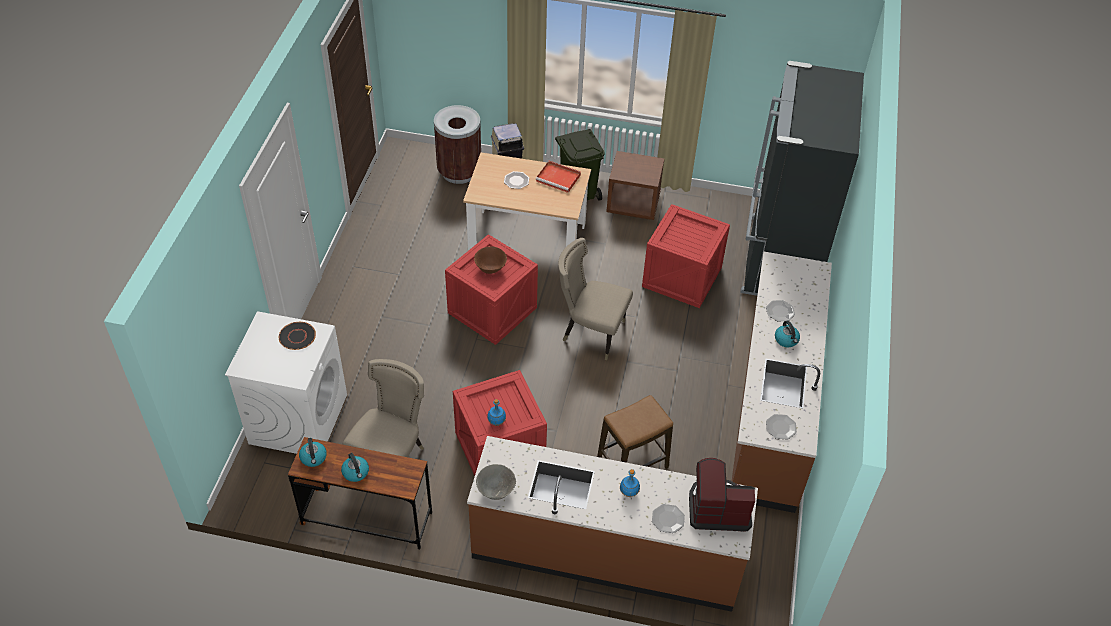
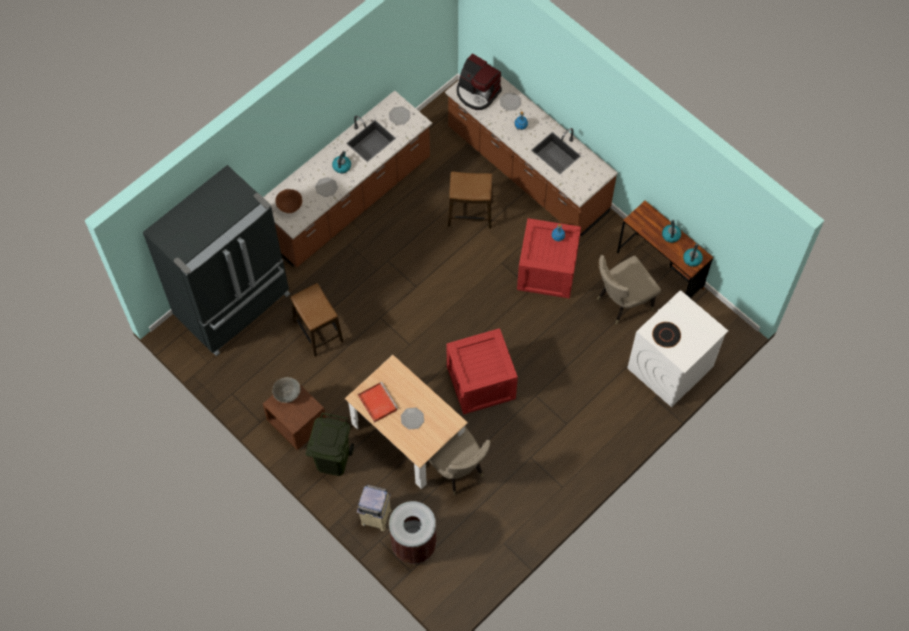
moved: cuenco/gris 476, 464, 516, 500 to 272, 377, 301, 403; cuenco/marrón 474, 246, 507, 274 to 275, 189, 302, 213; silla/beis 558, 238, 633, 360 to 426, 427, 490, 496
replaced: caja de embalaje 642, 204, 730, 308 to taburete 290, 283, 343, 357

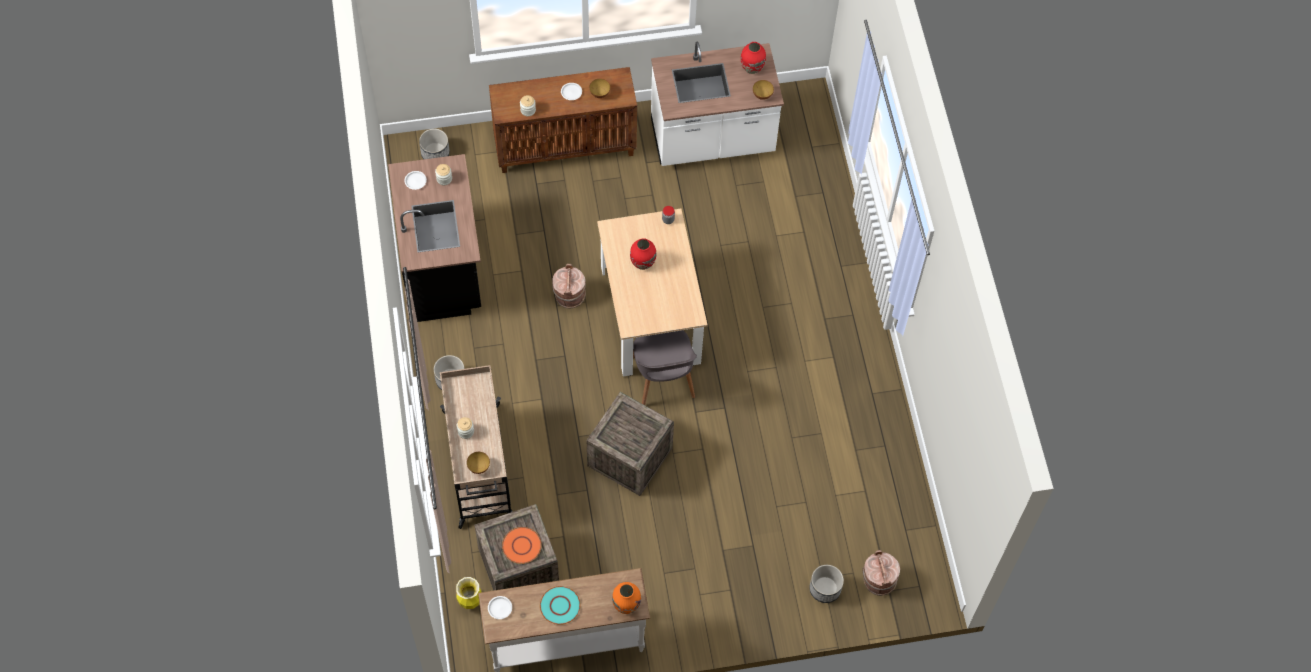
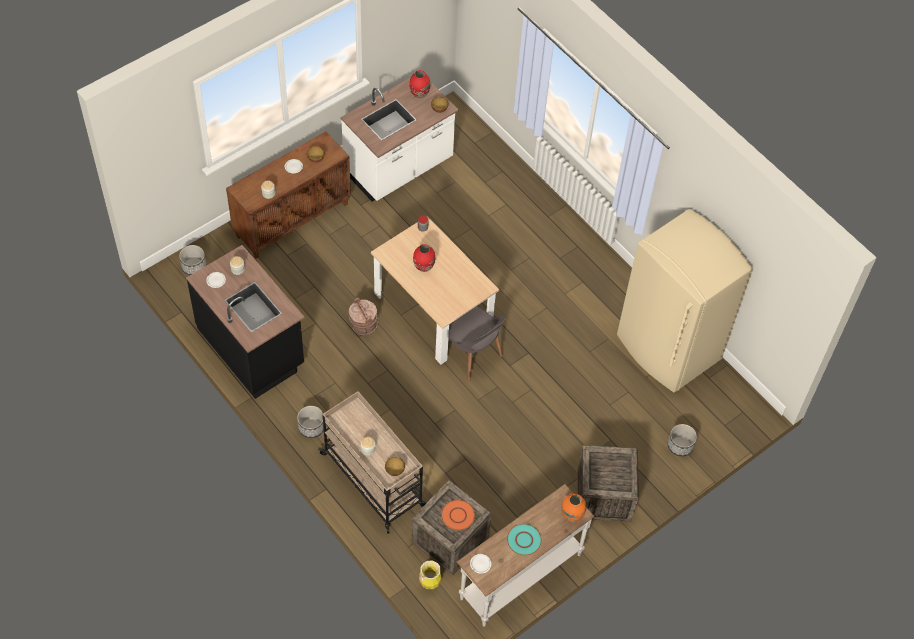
removed: cubo/marrón 863, 550, 900, 596
added: nevera/beis 617, 209, 753, 393
moved: caja de embalaje 586, 392, 674, 496 to 577, 445, 639, 522

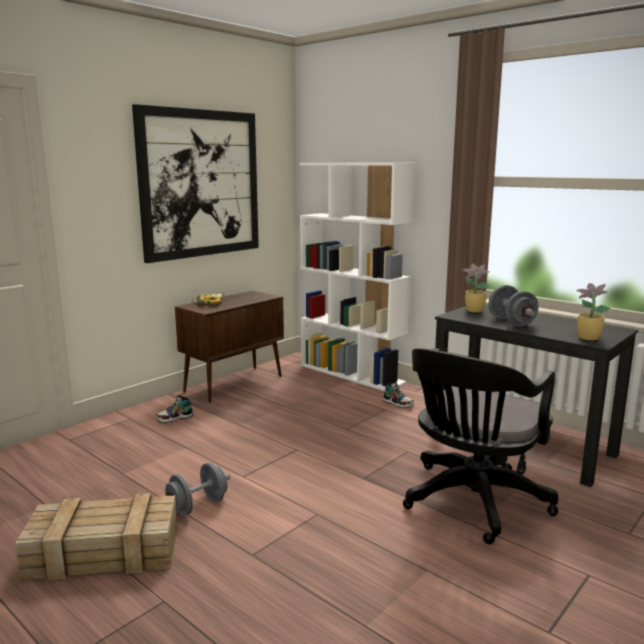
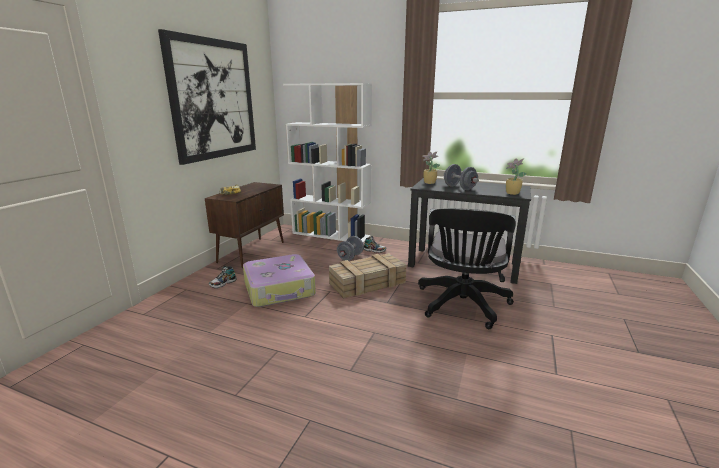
added: maleta 243, 254, 316, 307
moved: caja de embalaje 15, 494, 177, 580 to 329, 253, 407, 298; mancuerna/gris 165, 462, 230, 516 to 337, 236, 364, 261

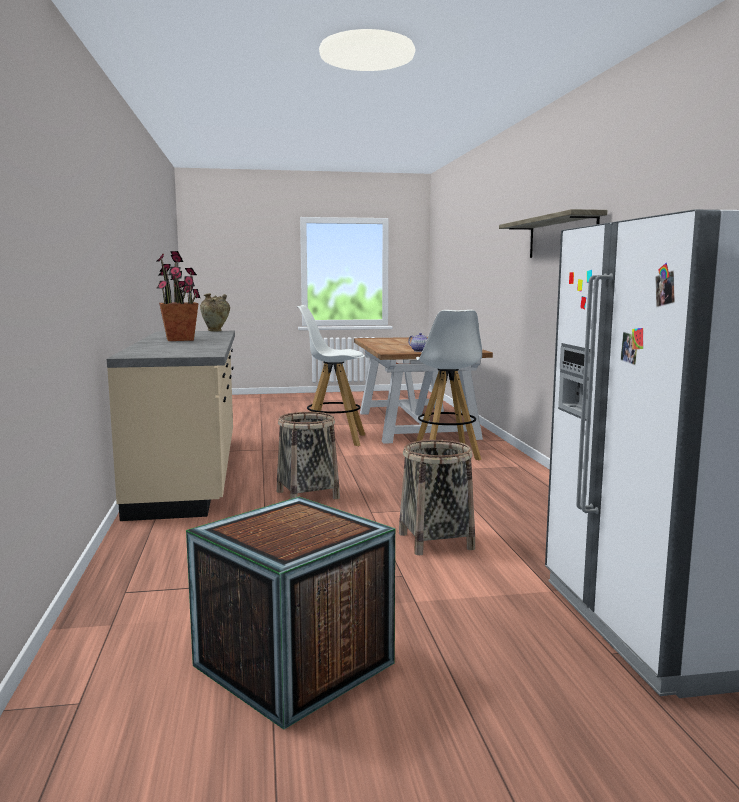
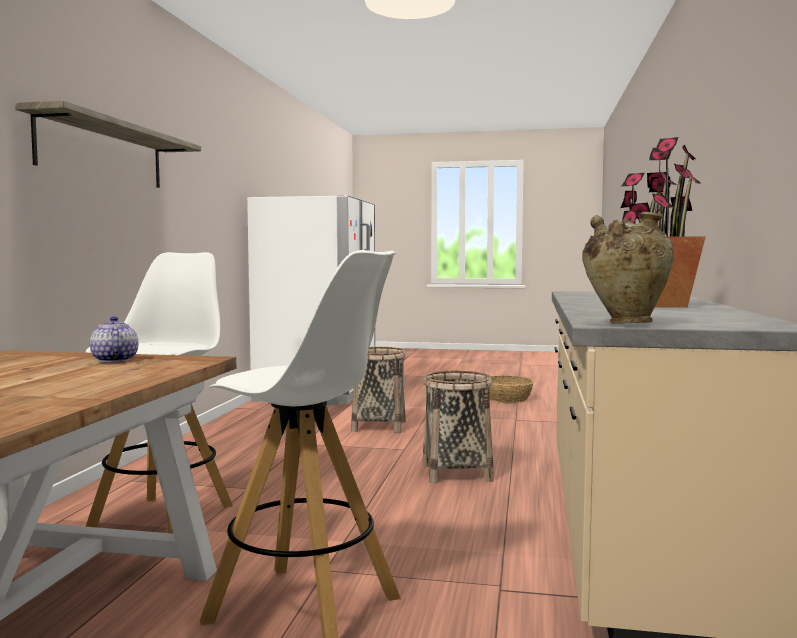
replaced: caja de embalaje 186, 497, 395, 730 to cesta 489, 376, 534, 403

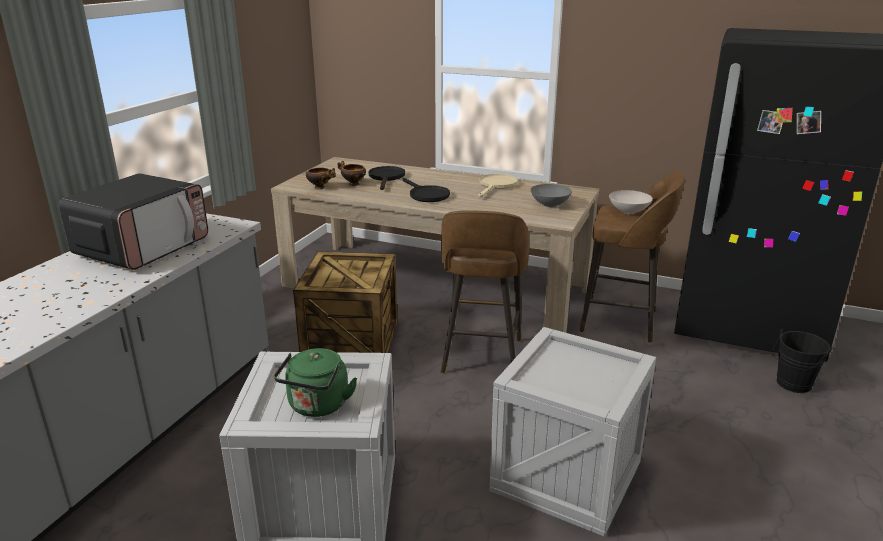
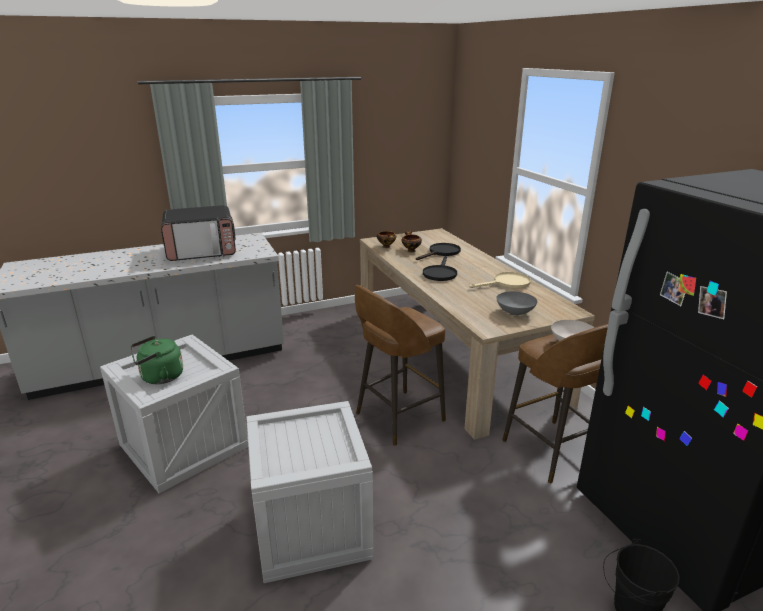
removed: caja de embalaje 293, 251, 397, 353

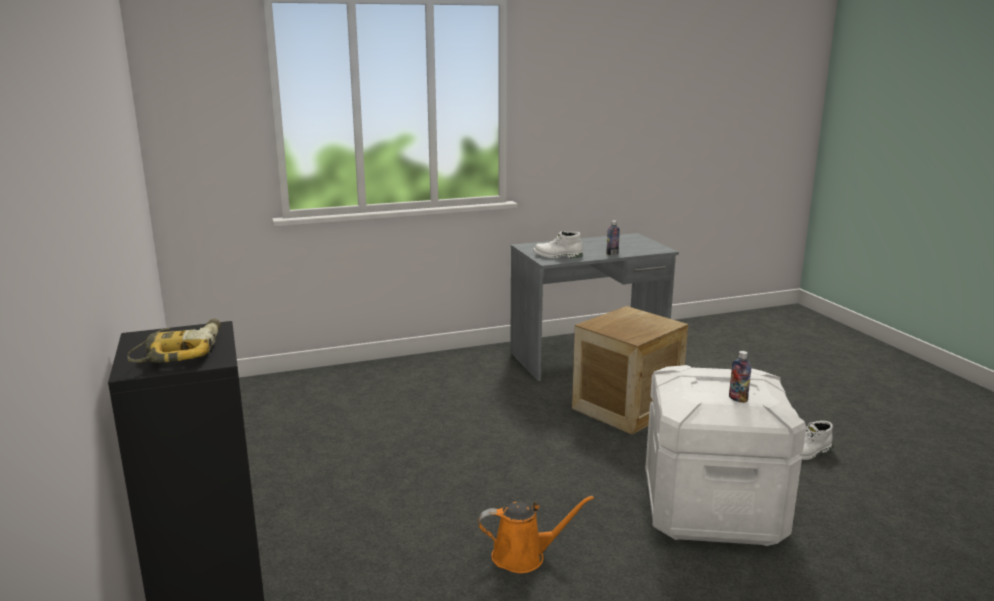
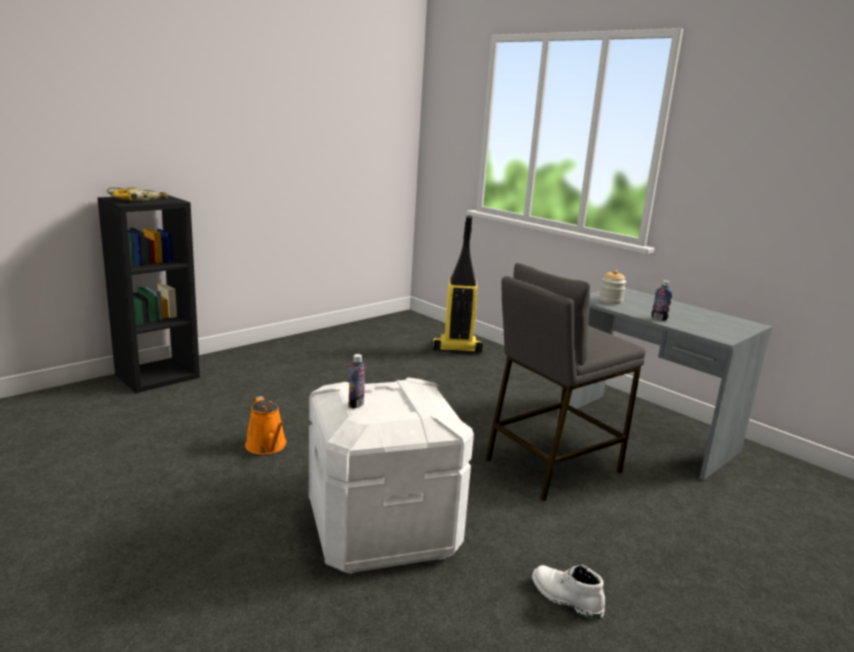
added: aspiradora 432, 215, 483, 353
replaced: caja de embalaje 572, 306, 688, 435 to taburete/gris 485, 263, 646, 501; bota/blanco 533, 231, 583, 258 to tarro 599, 270, 626, 304

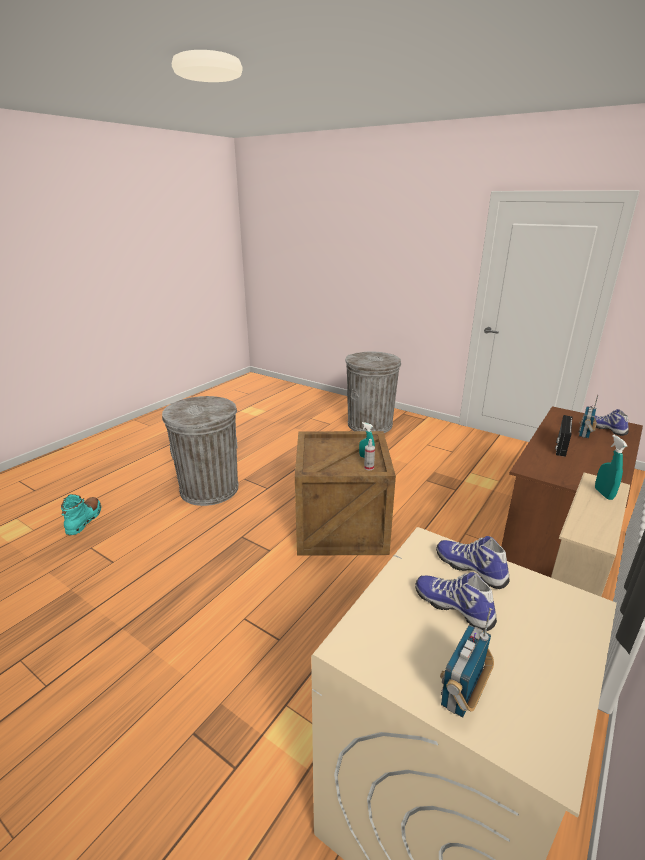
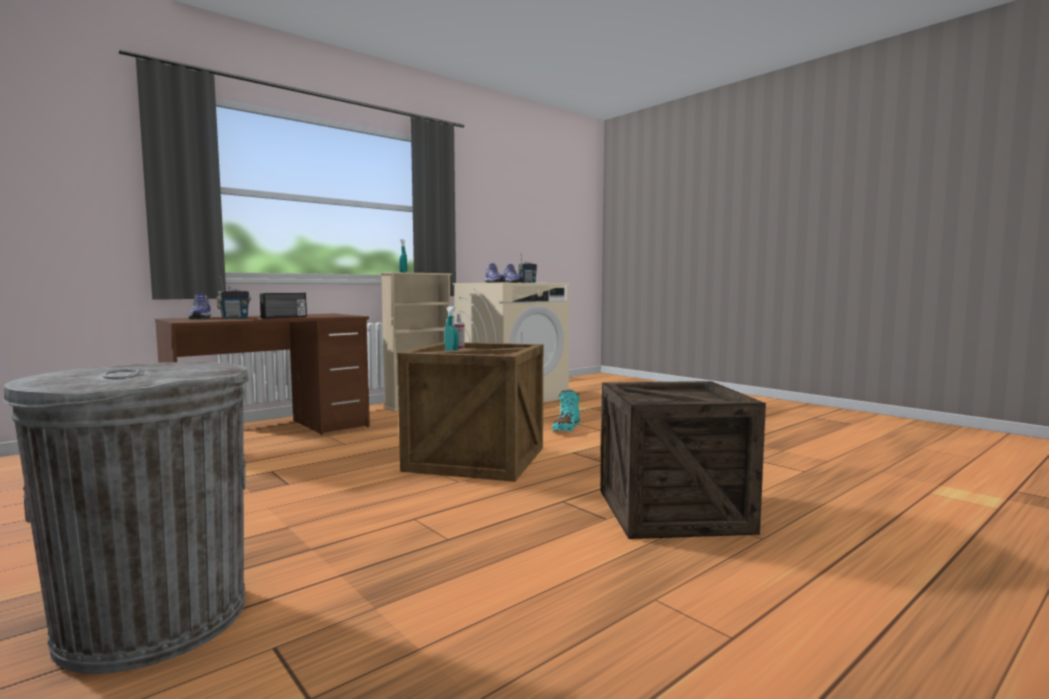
moved: bota/turquesa 61, 494, 101, 535 to 552, 390, 580, 432
replaced: papelera/gris 162, 396, 238, 506 to caja de embalaje 600, 381, 766, 539

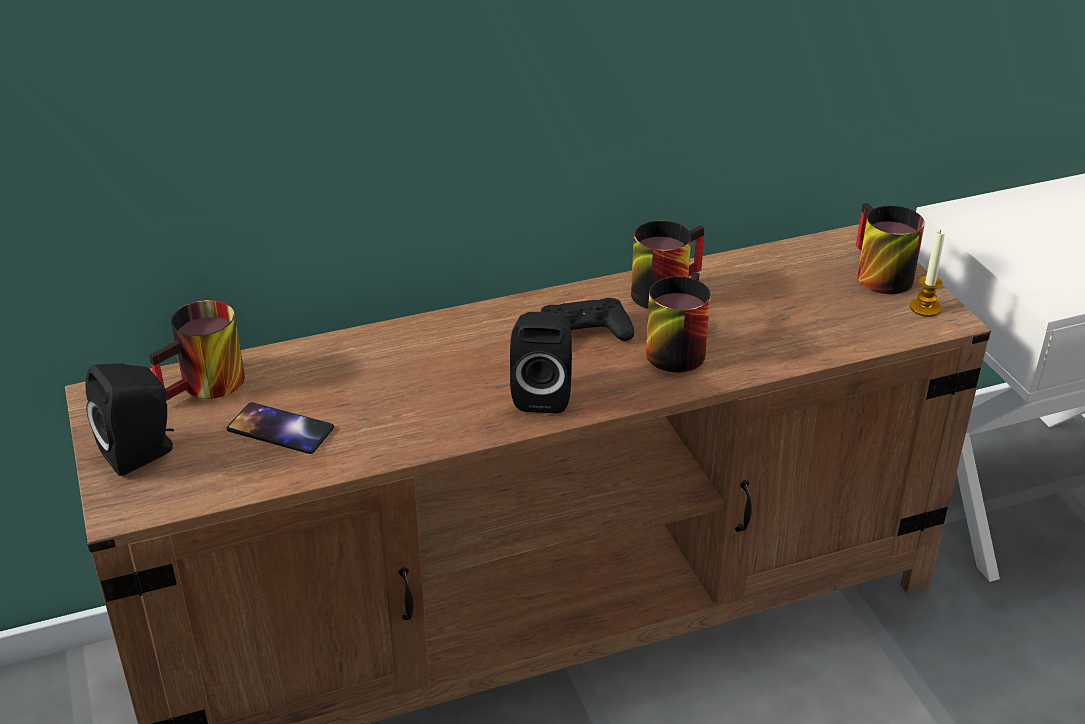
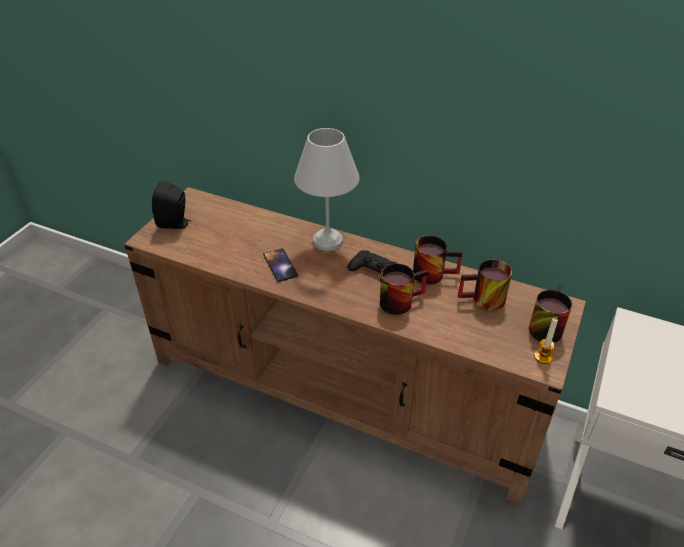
removed: altavoz/negro 510, 312, 572, 414
added: lámpara de mesa/blanco 294, 128, 360, 251
moved: móvil 227, 402, 334, 454 to 263, 248, 298, 282; taza grande 149, 300, 245, 401 to 458, 259, 512, 310

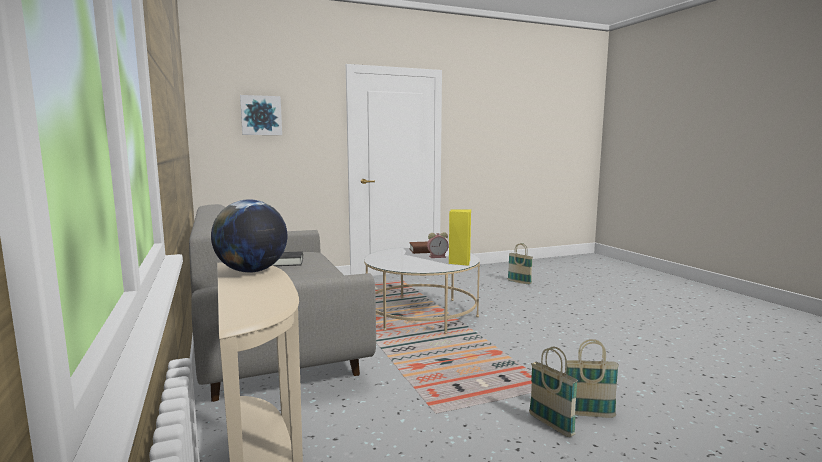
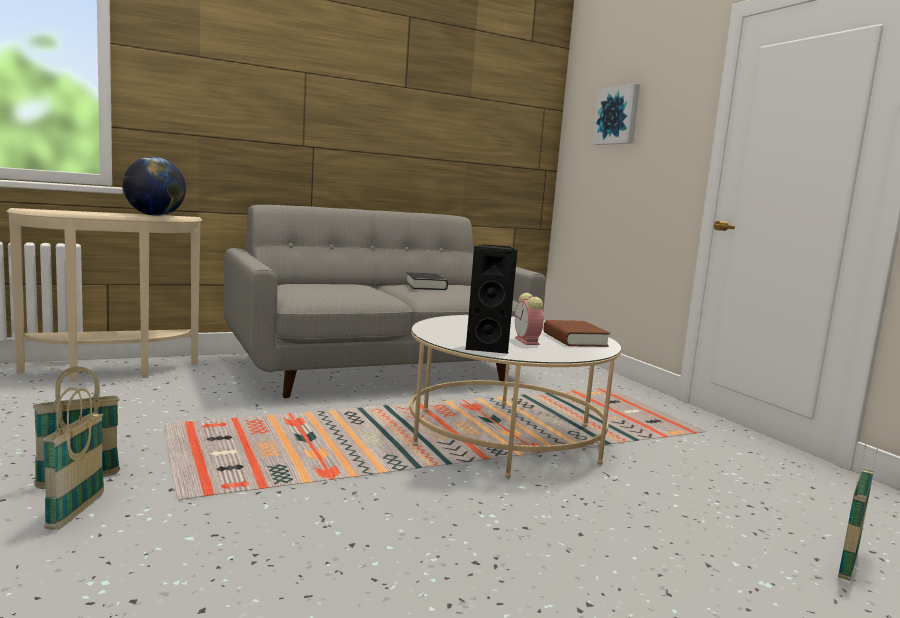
recoloured: altavoz/amarillo 449, 209, 471, 266 to altavoz/negro 466, 244, 518, 354

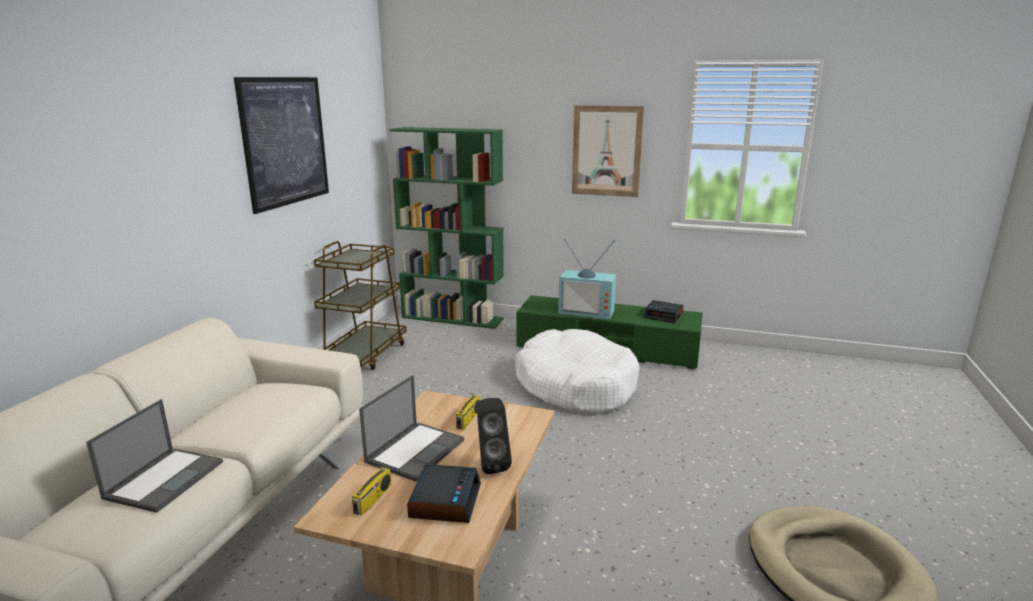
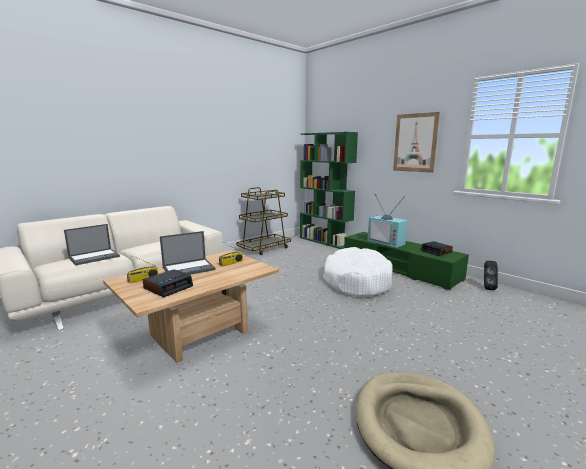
removed: cuadro 234, 77, 329, 214
moved: altavoz/negro 477, 398, 512, 474 to 484, 261, 498, 290

